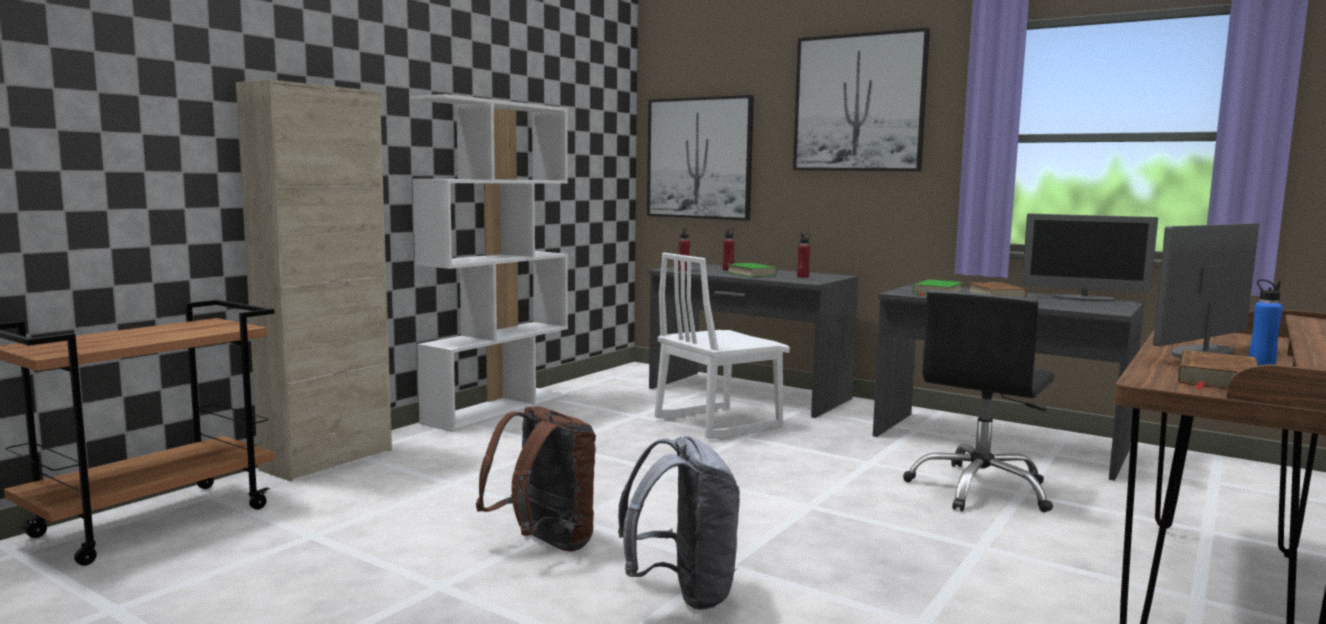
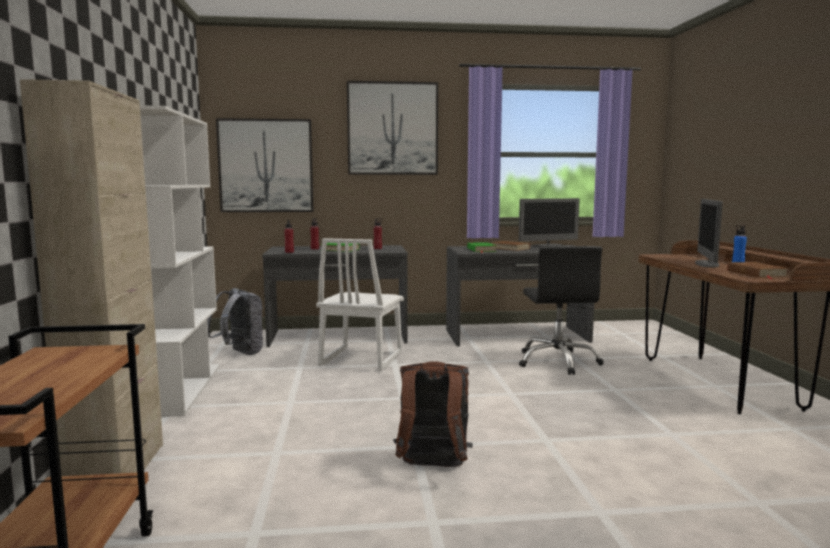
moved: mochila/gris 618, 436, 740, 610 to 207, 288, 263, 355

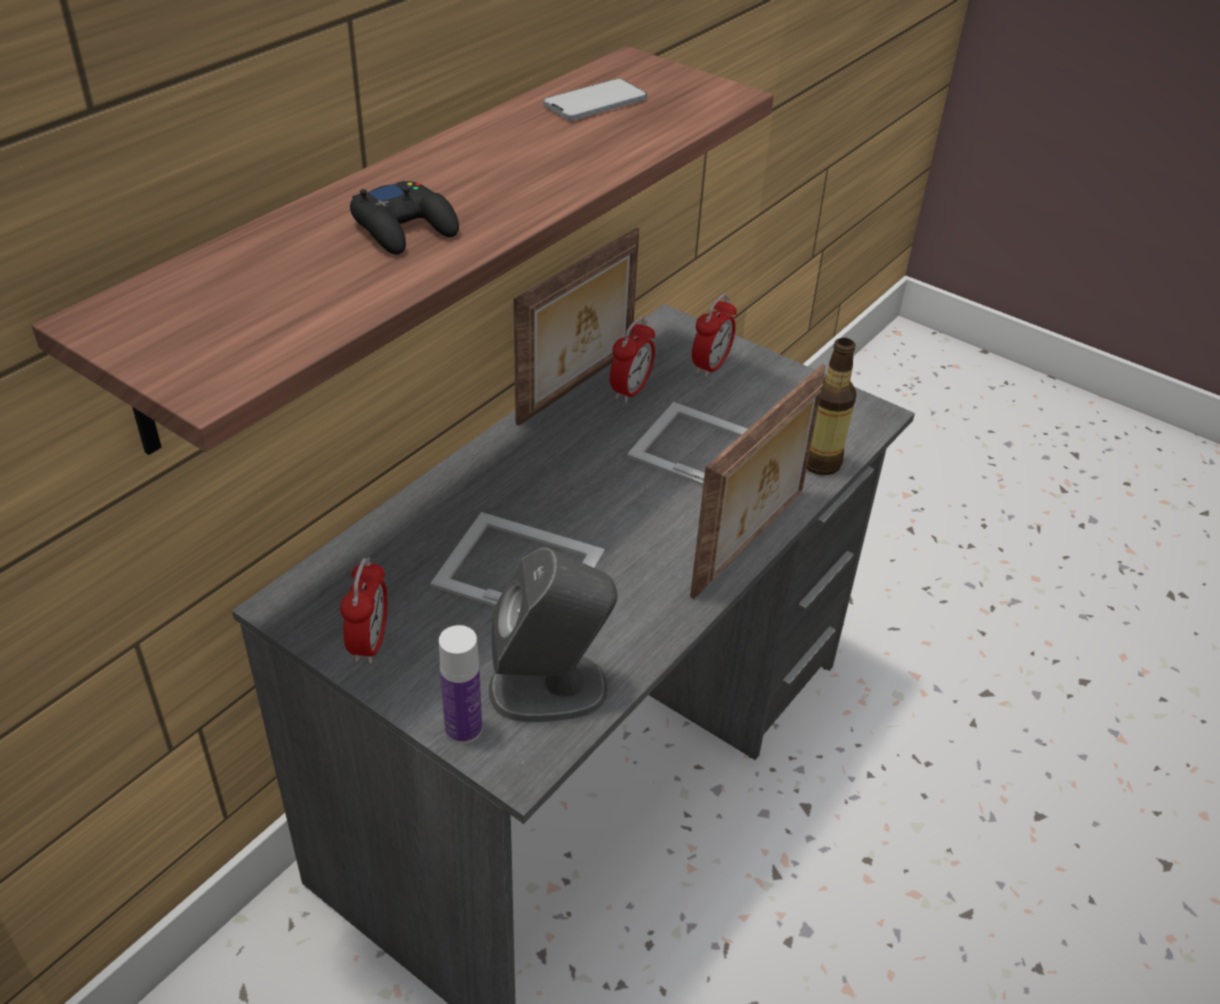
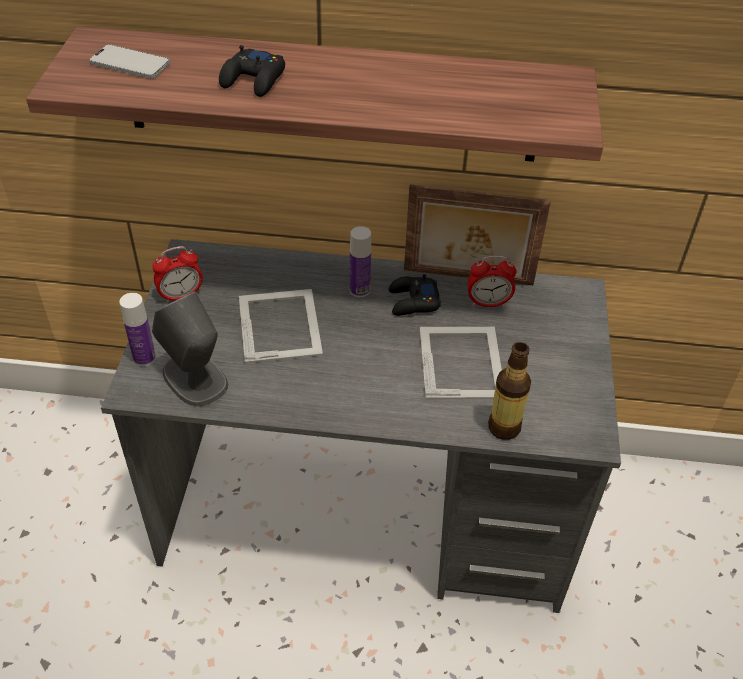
removed: portarretratos 690, 364, 826, 599; despertador 692, 294, 737, 378
added: botella 350, 226, 371, 297; mando de consola/negro 389, 274, 441, 316
moved: móvil 543, 78, 647, 121 to 89, 44, 170, 79

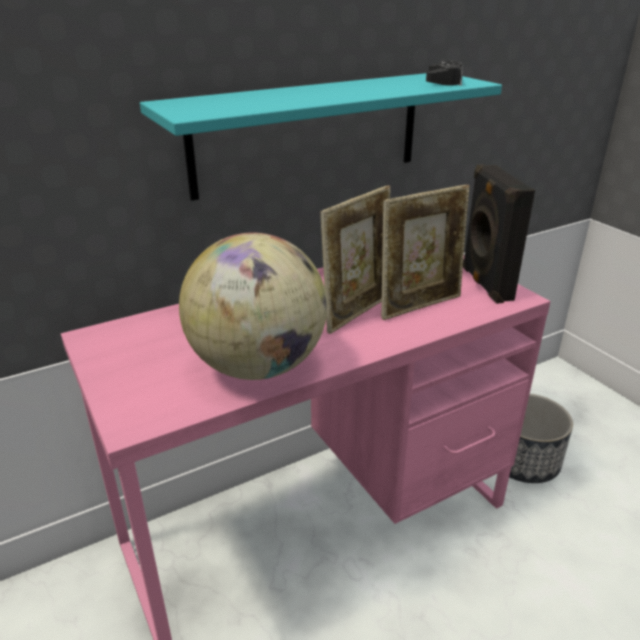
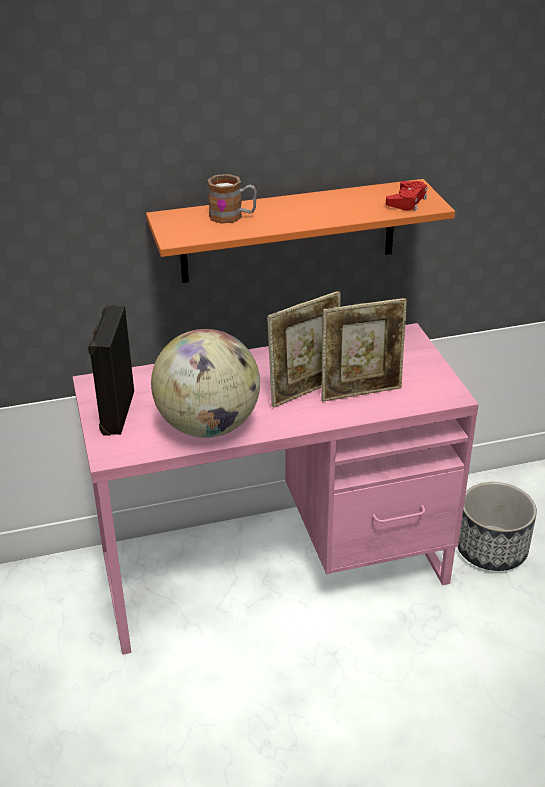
added: taza grande 207, 174, 257, 224
moved: altavoz/negro 463, 164, 535, 304 to 88, 304, 134, 436
recoloured: estante/turquesa 140, 73, 502, 201 to estante/naranja 146, 179, 455, 283; mando de consola/negro 426, 60, 463, 86 to mando de consola/rojo 386, 181, 427, 211

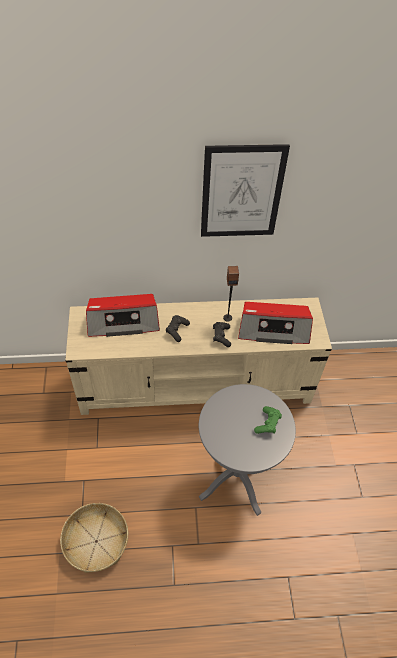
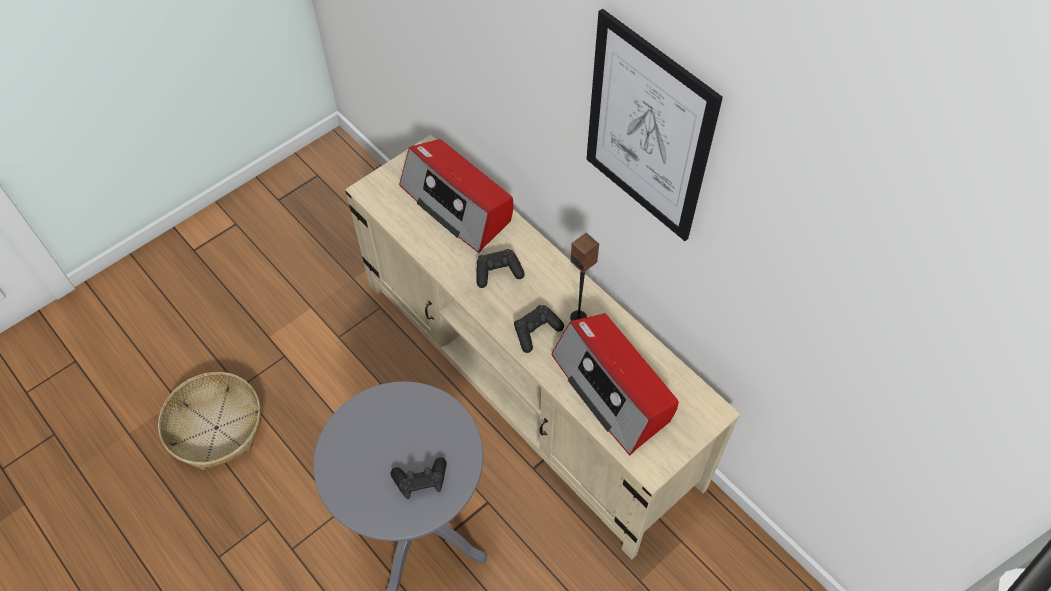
recoloured: mando de consola/verde 254, 406, 282, 434 to mando de consola/negro 390, 457, 447, 499

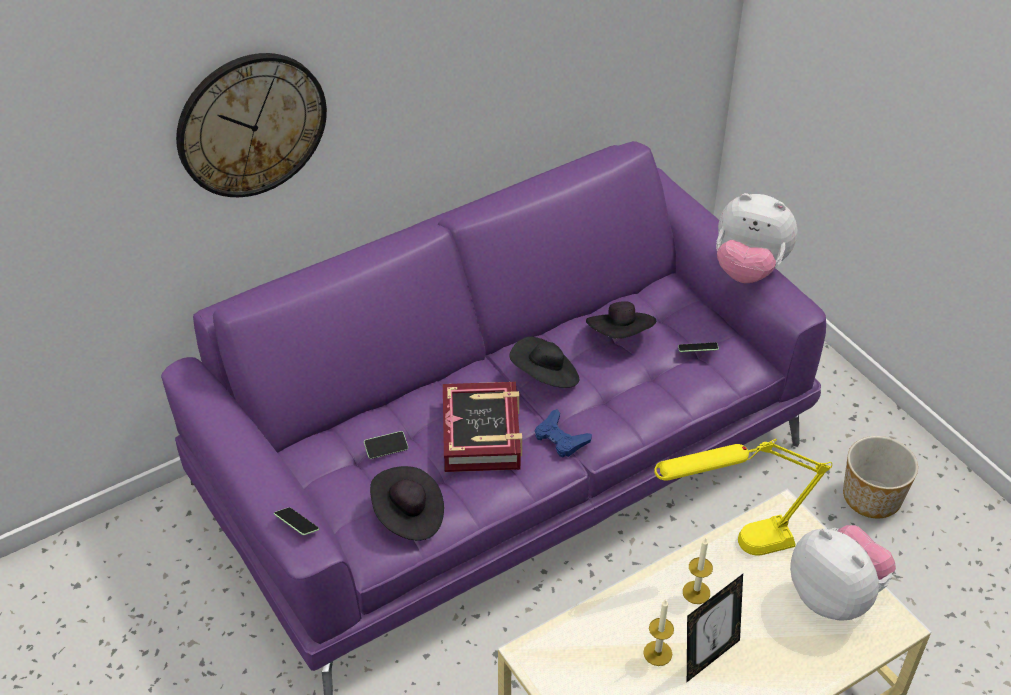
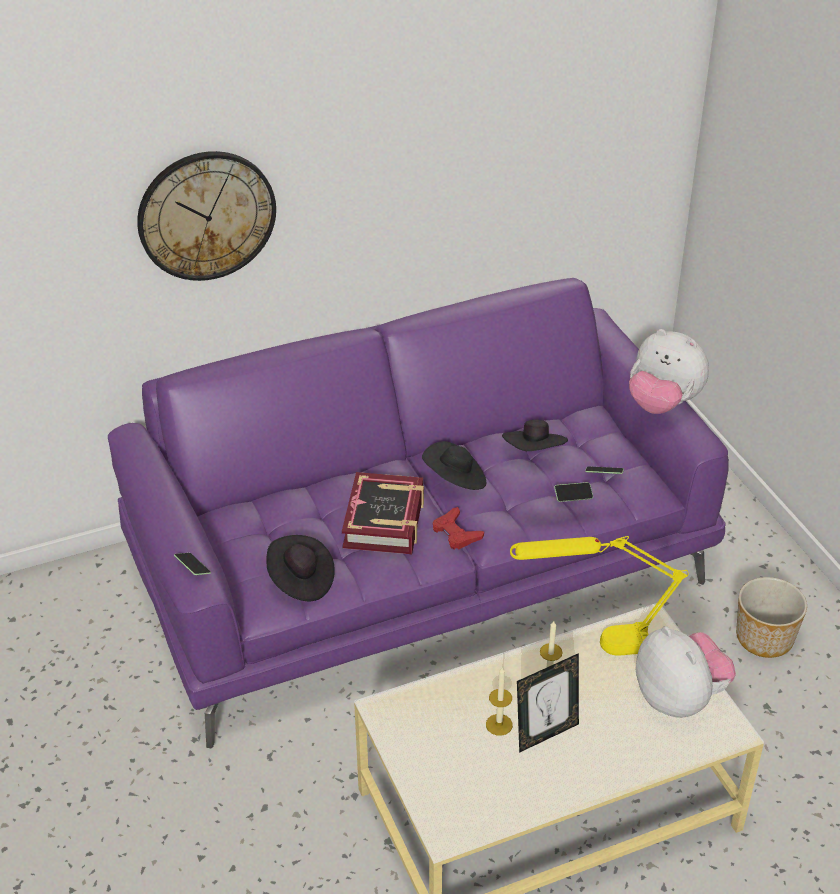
moved: móvil 364, 431, 408, 459 to 554, 482, 593, 502
recoloured: mando de consola/azul 535, 409, 592, 458 to mando de consola/rojo 433, 507, 484, 550

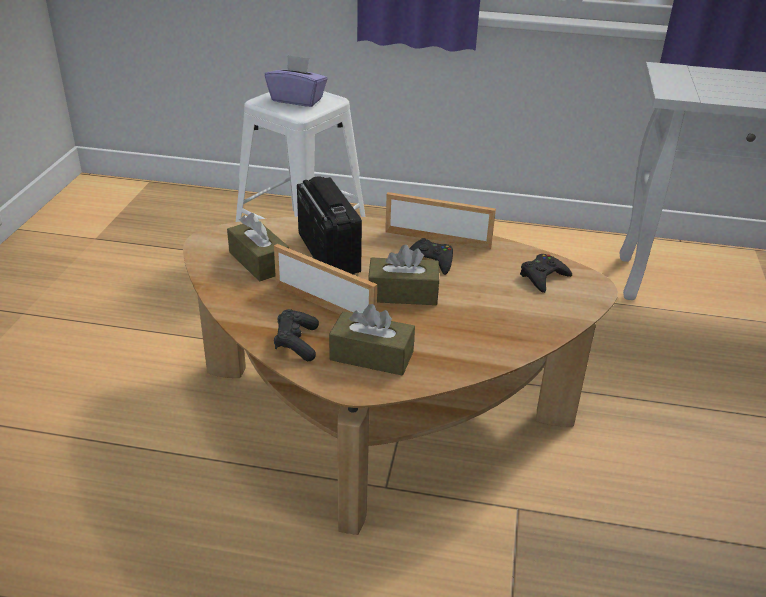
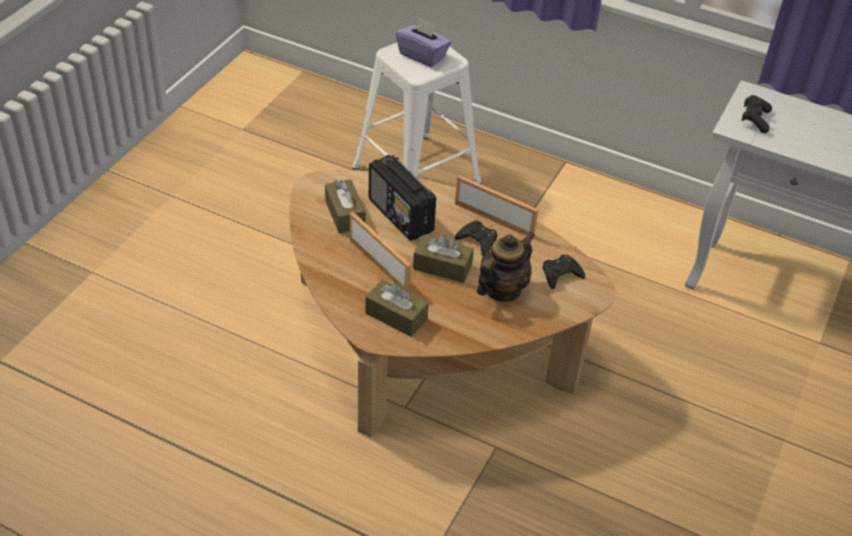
added: tetera 477, 231, 535, 302
moved: mando de consola/negro 274, 309, 319, 361 to 741, 95, 772, 133
turned: radio 297, 176, 362, 275 = 369, 155, 436, 241 150 degrees clockwise

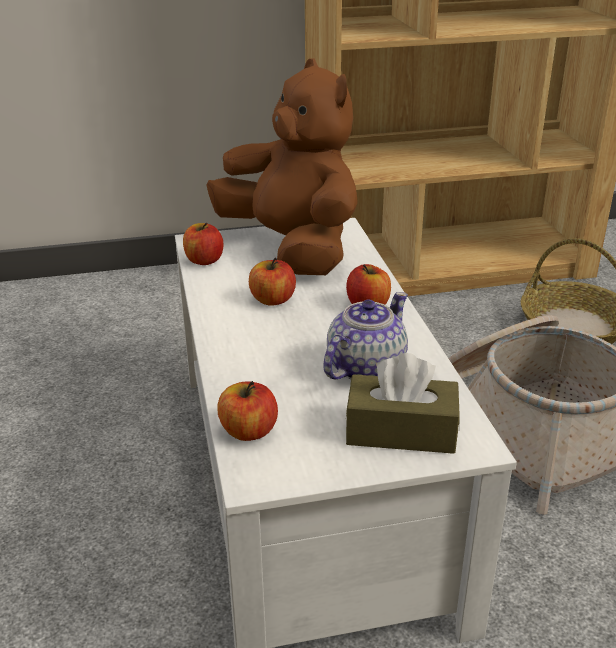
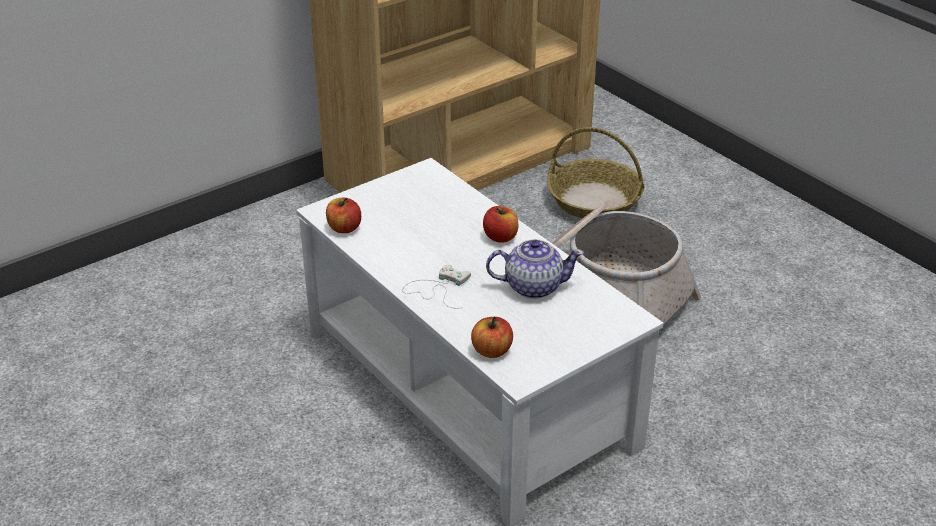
removed: peluche/marrón 206, 59, 358, 275; manzana 249, 258, 296, 306; caja de pañuelos/marrón 345, 353, 460, 454
added: mando de consola/blanco 402, 265, 471, 308
turned: tetera 323, 292, 408, 379 = 486, 239, 584, 299 75 degrees clockwise

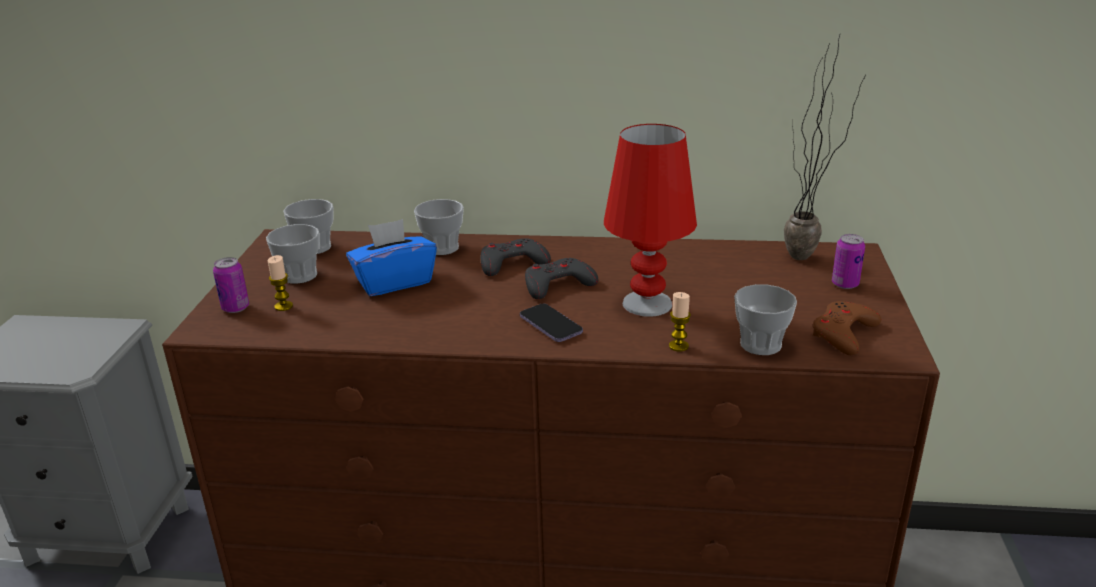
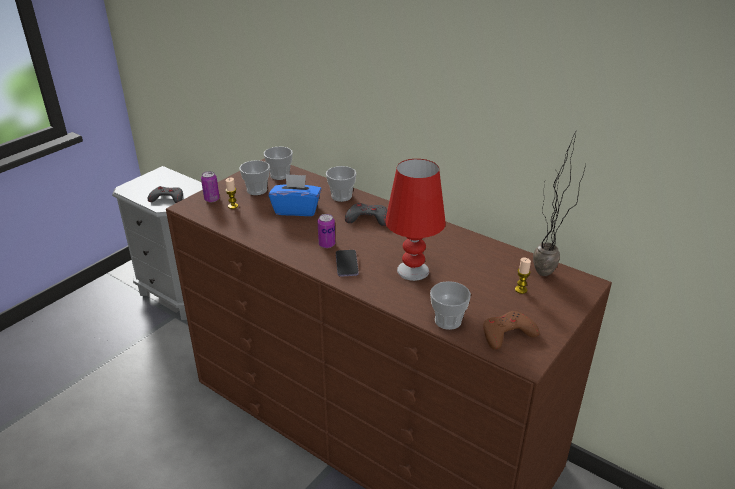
moved: mando de consola/gris 525, 258, 598, 299 to 148, 186, 183, 203; lata 832, 234, 865, 289 to 317, 214, 335, 248; vela 669, 292, 691, 352 to 515, 258, 531, 294

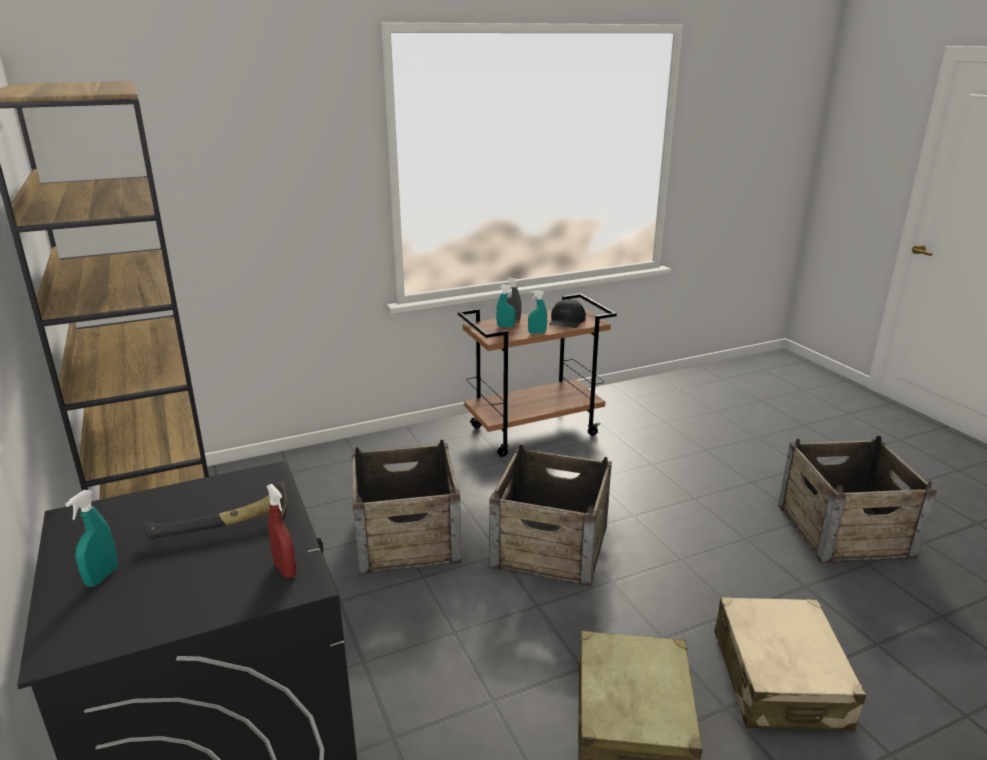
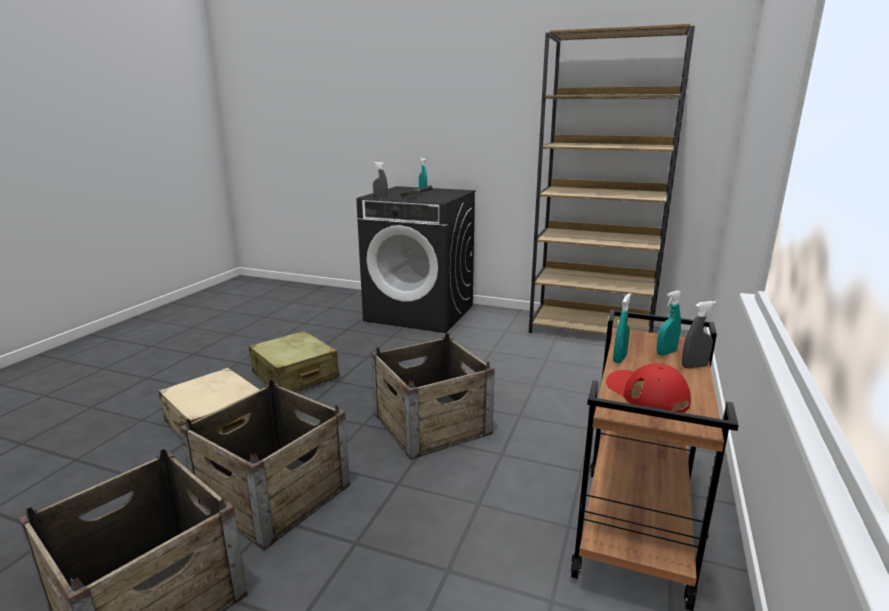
moved: caja de embalaje 352, 440, 462, 575 to 179, 379, 350, 550
recoloured: pulverizador/rojo 267, 484, 297, 578 to pulverizador/gris 373, 162, 388, 197; gorra/negro 549, 299, 586, 328 to gorra/rojo 606, 363, 691, 413

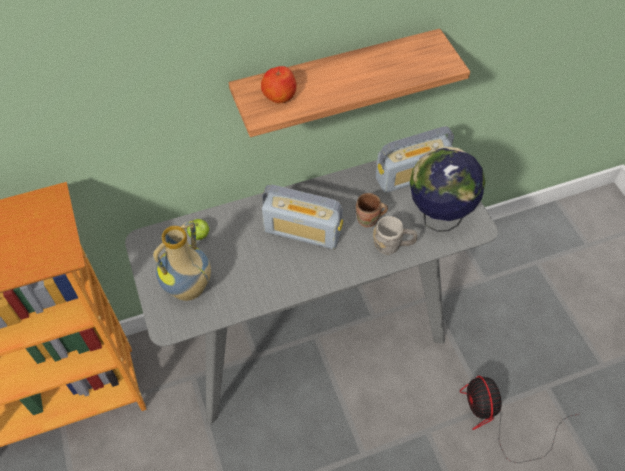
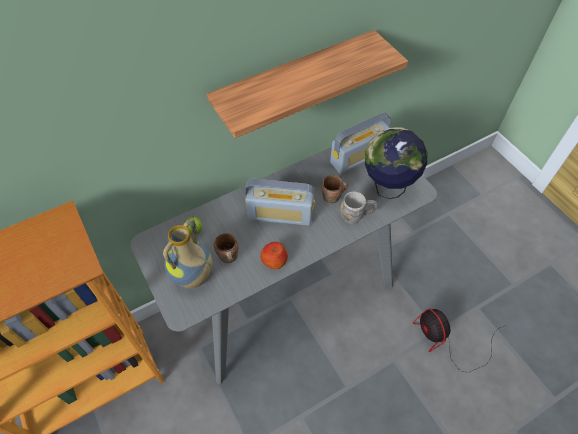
added: taza grande/marrón 214, 233, 238, 263
moved: manzana 261, 66, 296, 103 to 261, 242, 288, 269

